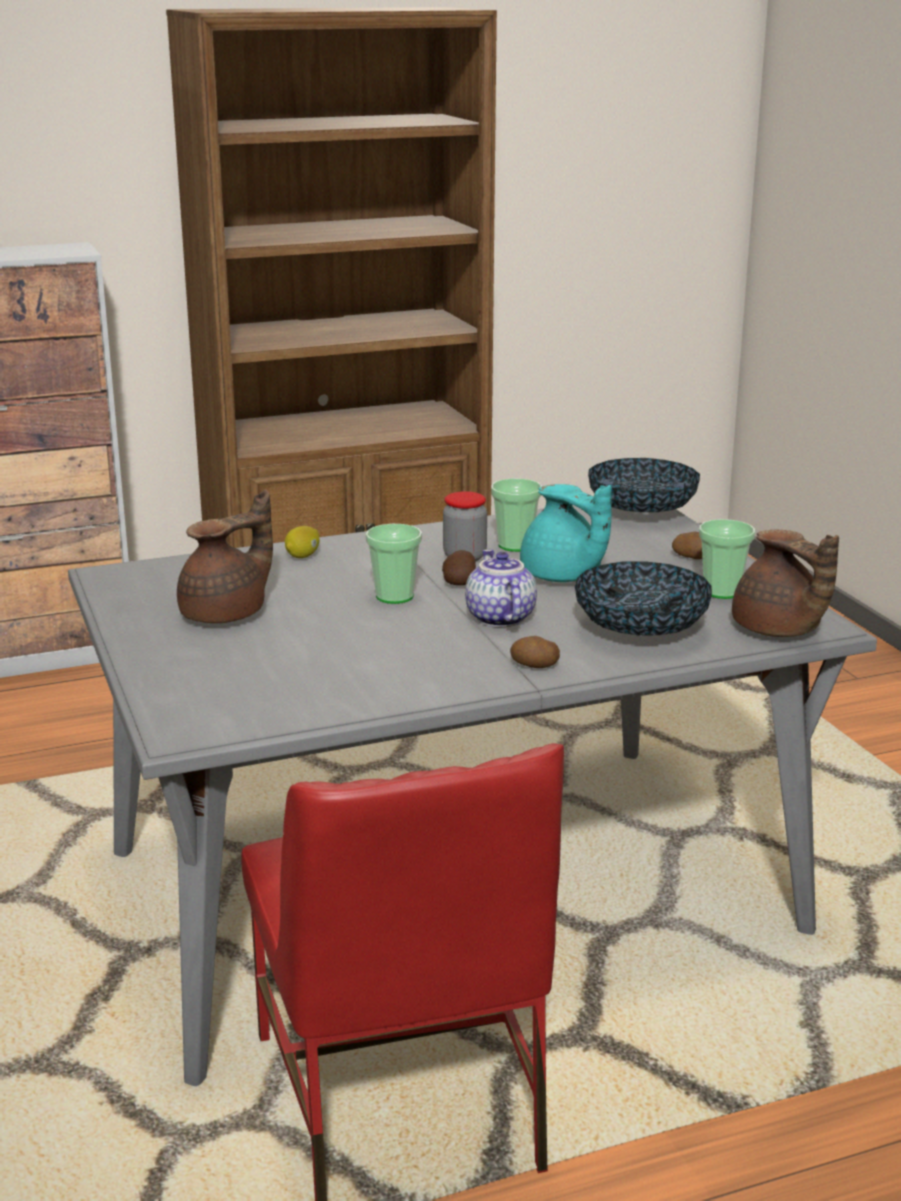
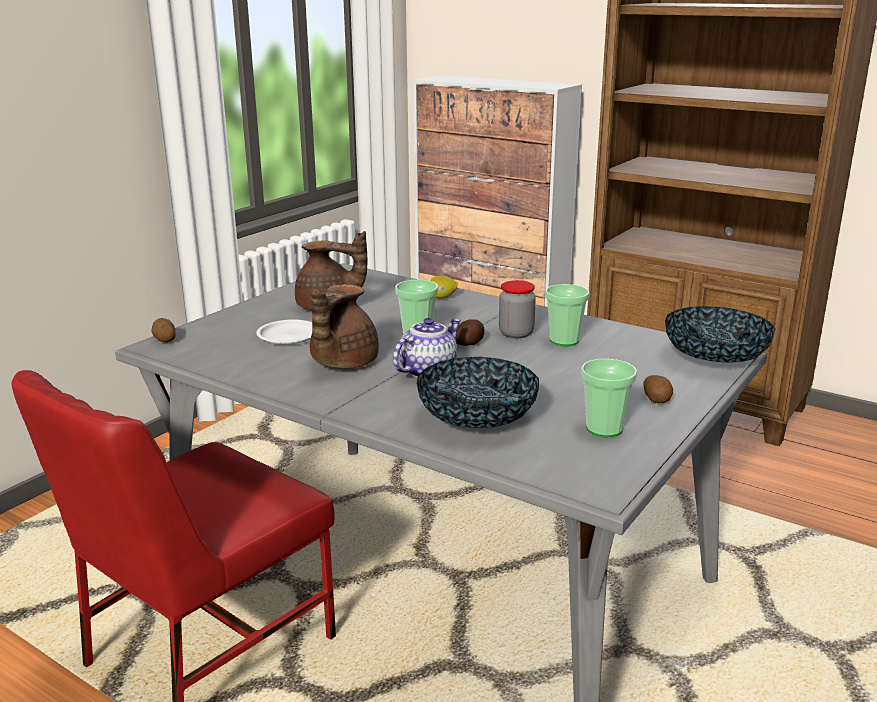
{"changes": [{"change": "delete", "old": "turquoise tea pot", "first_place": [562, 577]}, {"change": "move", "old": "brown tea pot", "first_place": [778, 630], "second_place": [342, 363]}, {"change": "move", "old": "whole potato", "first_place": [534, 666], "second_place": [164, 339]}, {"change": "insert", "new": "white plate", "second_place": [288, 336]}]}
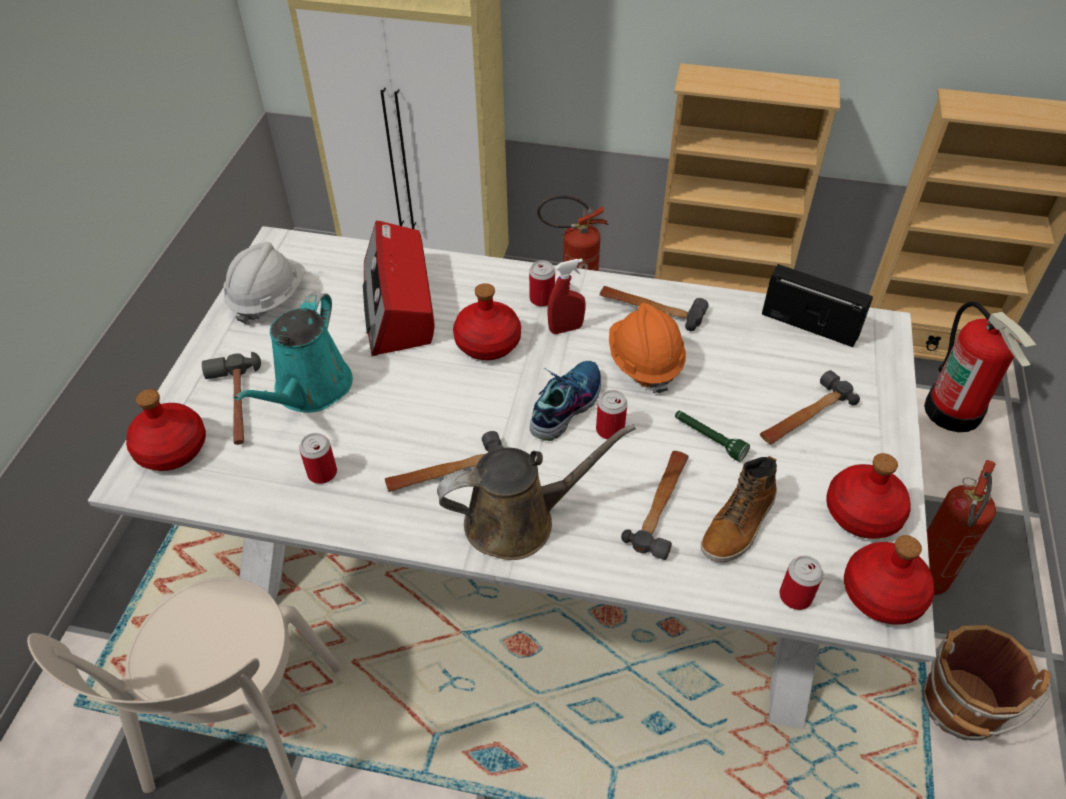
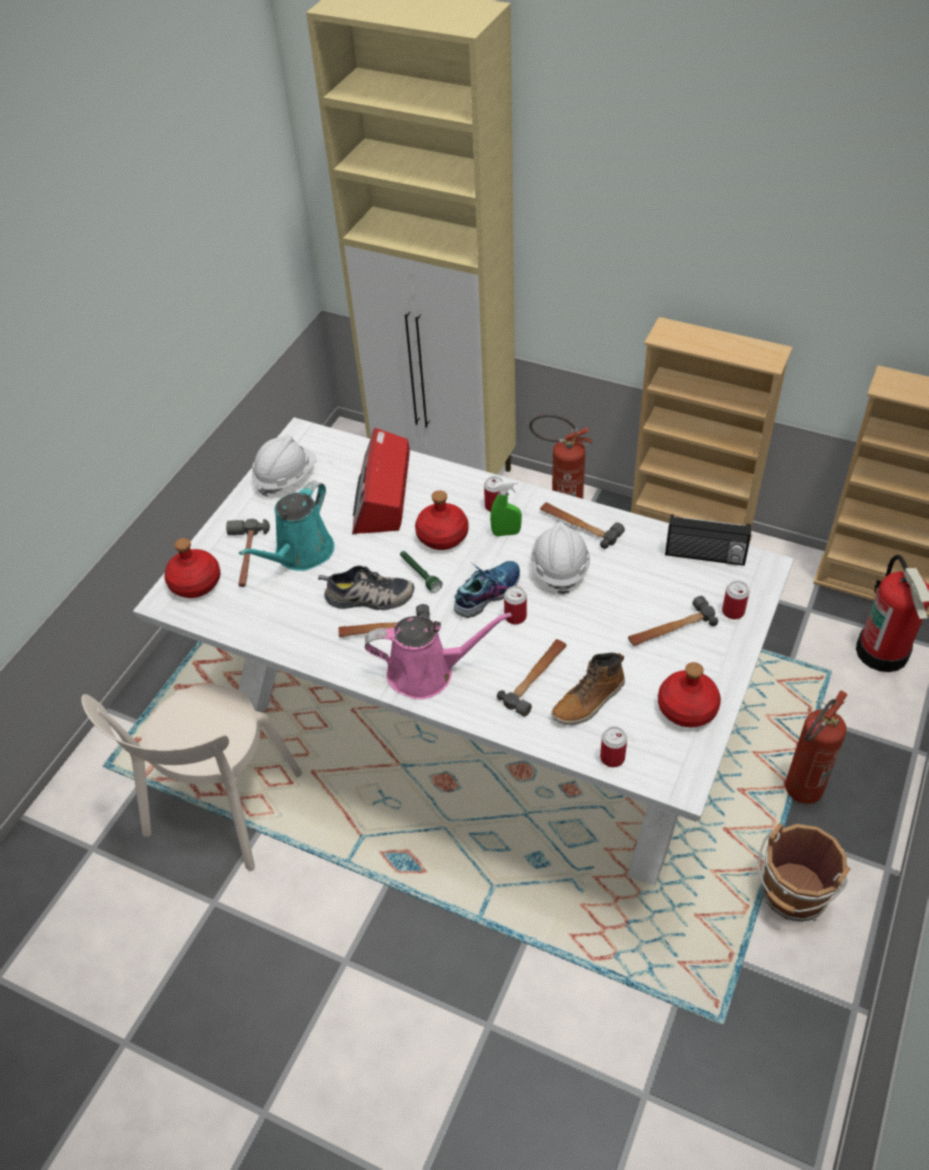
{"changes": [{"change": "recolor", "old": "reddish spray bottle", "new": "greenish spray bottle", "first_place": [566, 329], "second_place": [506, 533]}, {"change": "rotate", "old": "radio receiver", "first_place": [810, 324], "second_place": [704, 556], "degrees": 150}, {"change": "recolor", "old": "orange hard hat", "new": "white hard hat", "first_place": [644, 362], "second_place": [559, 568]}, {"change": "move", "old": "greenish torch", "first_place": [708, 439], "second_place": [419, 574]}, {"change": "recolor", "old": "brown watering pot", "new": "pink watering pot", "first_place": [518, 520], "second_place": [427, 672]}, {"change": "move", "old": "can", "first_place": [322, 473], "second_place": [733, 611]}, {"change": "delete", "old": "reddish beverage bottle", "first_place": [882, 593]}, {"change": "insert", "new": "low shoe", "second_place": [368, 598]}]}
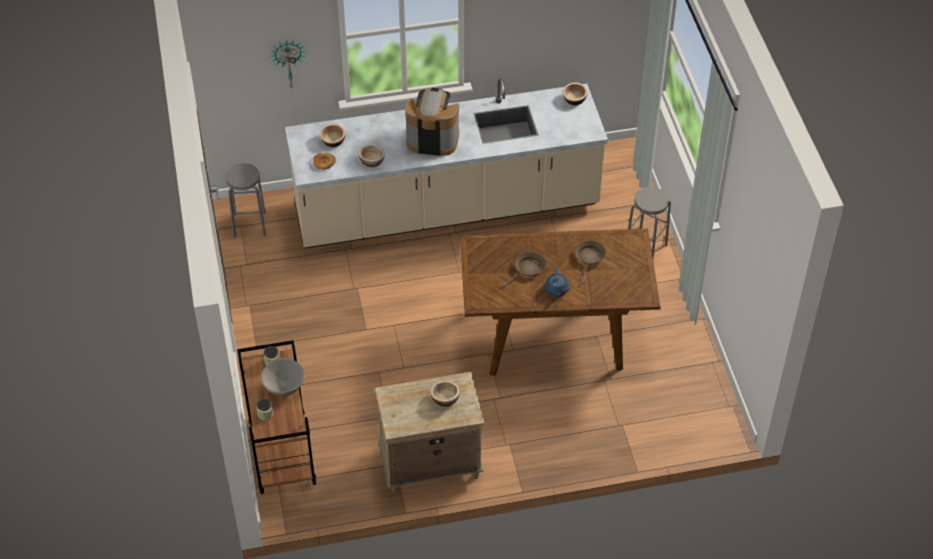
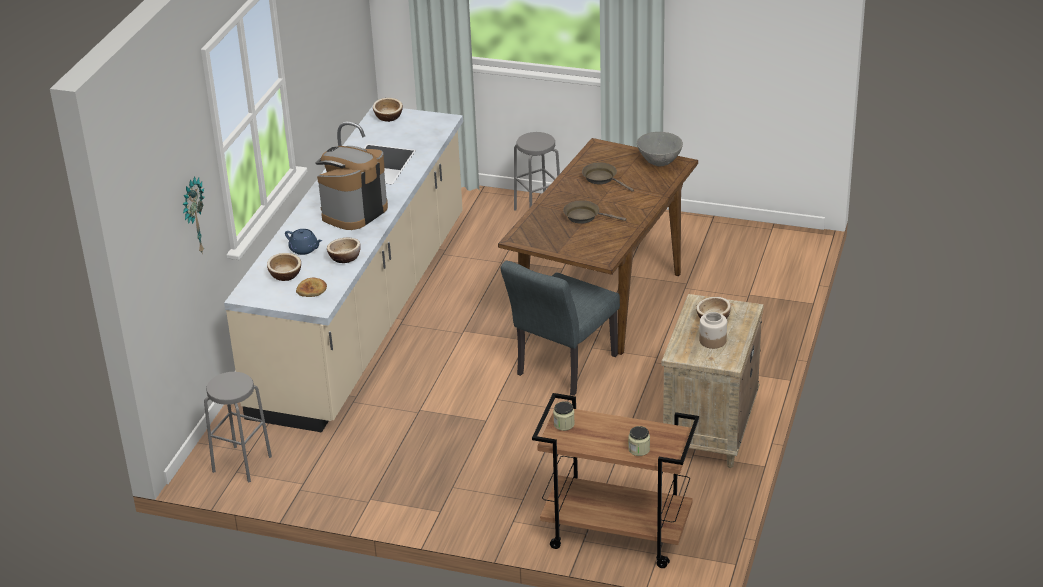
{"changes": [{"change": "rotate", "old": "brown skillet", "first_place": [528, 269], "second_place": [585, 216], "degrees": -60}, {"change": "move", "old": "blue-coloured tea pot", "first_place": [556, 290], "second_place": [304, 249]}, {"change": "move", "old": "greyish bowl", "first_place": [284, 388], "second_place": [659, 162]}, {"change": "insert", "new": "greyish plain chair", "second_place": [562, 369]}, {"change": "insert", "new": "storage jar", "second_place": [712, 341]}]}
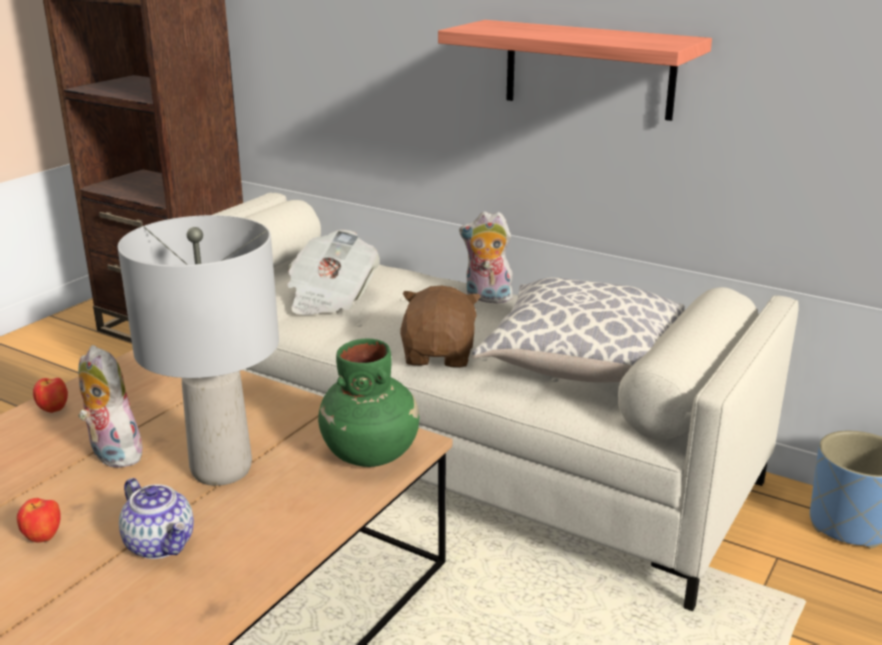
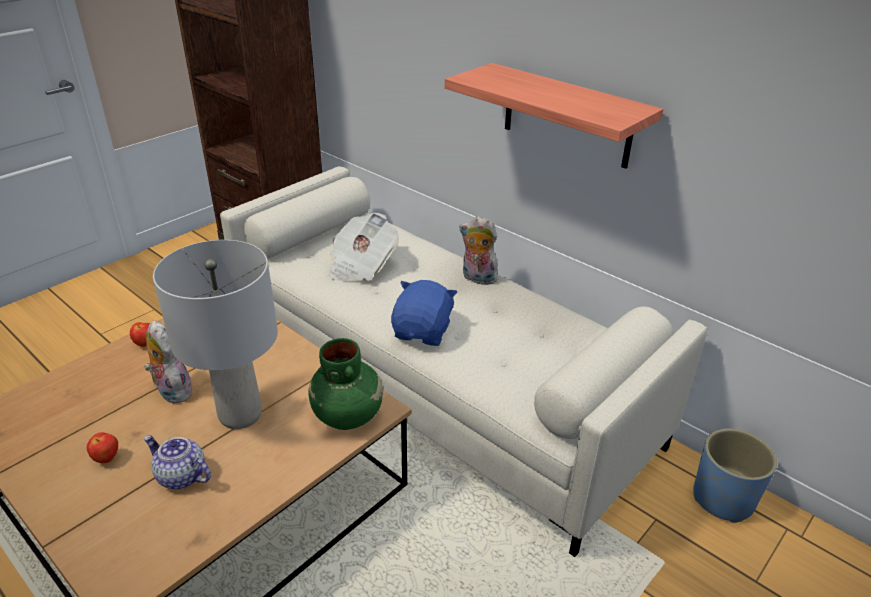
{"changes": [{"change": "delete", "old": "pillow", "first_place": [581, 364]}, {"change": "recolor", "old": "brown plush toy", "new": "blue-coloured plush toy", "first_place": [439, 355], "second_place": [423, 332]}, {"change": "rotate", "old": "tea pot", "first_place": [161, 544], "second_place": [181, 476], "degrees": 150}]}
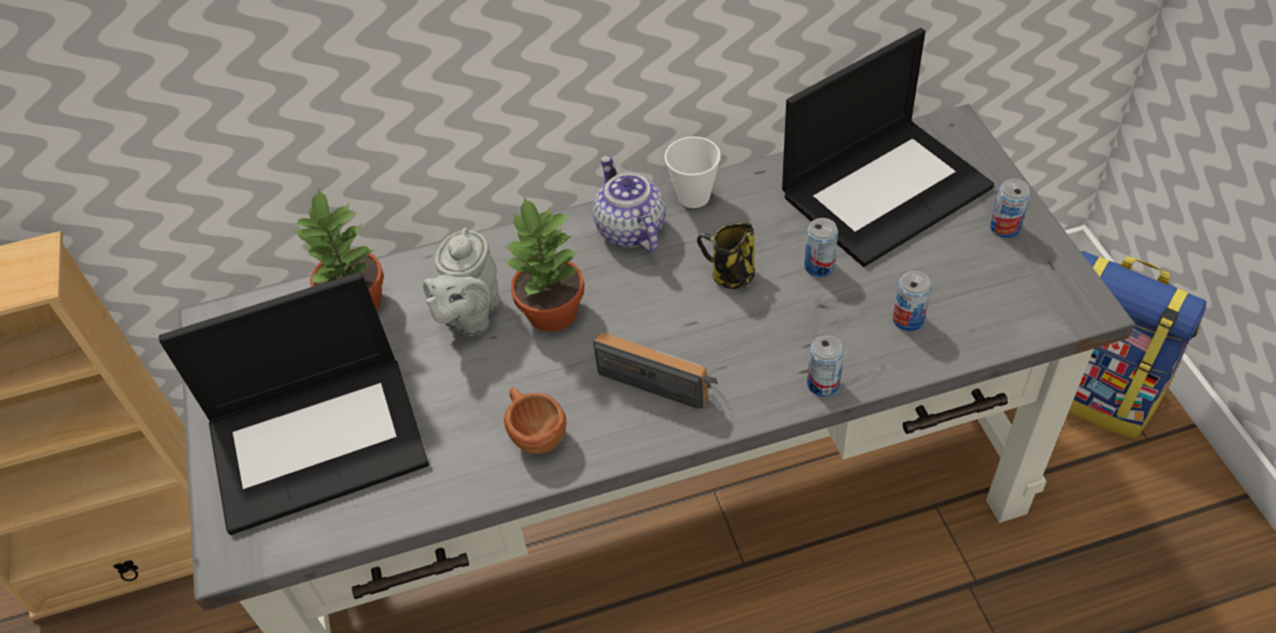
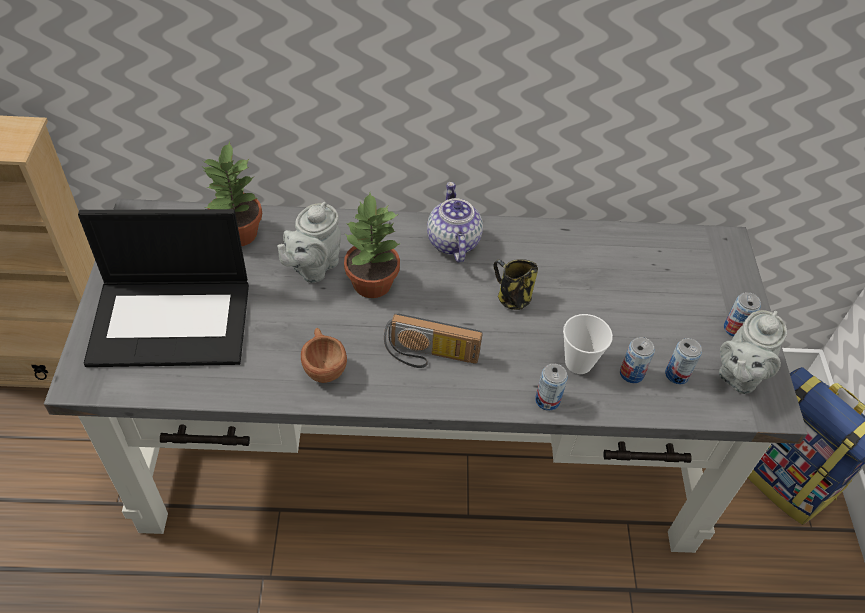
{"changes": [{"change": "delete", "old": "laptop", "first_place": [886, 189]}, {"change": "move", "old": "small cup", "first_place": [694, 197], "second_place": [578, 363]}, {"change": "move", "old": "can", "first_place": [819, 266], "second_place": [677, 374]}, {"change": "rotate", "old": "radio receiver", "first_place": [660, 378], "second_place": [429, 356], "degrees": 150}, {"change": "insert", "new": "greyish tea pot", "second_place": [738, 375]}]}
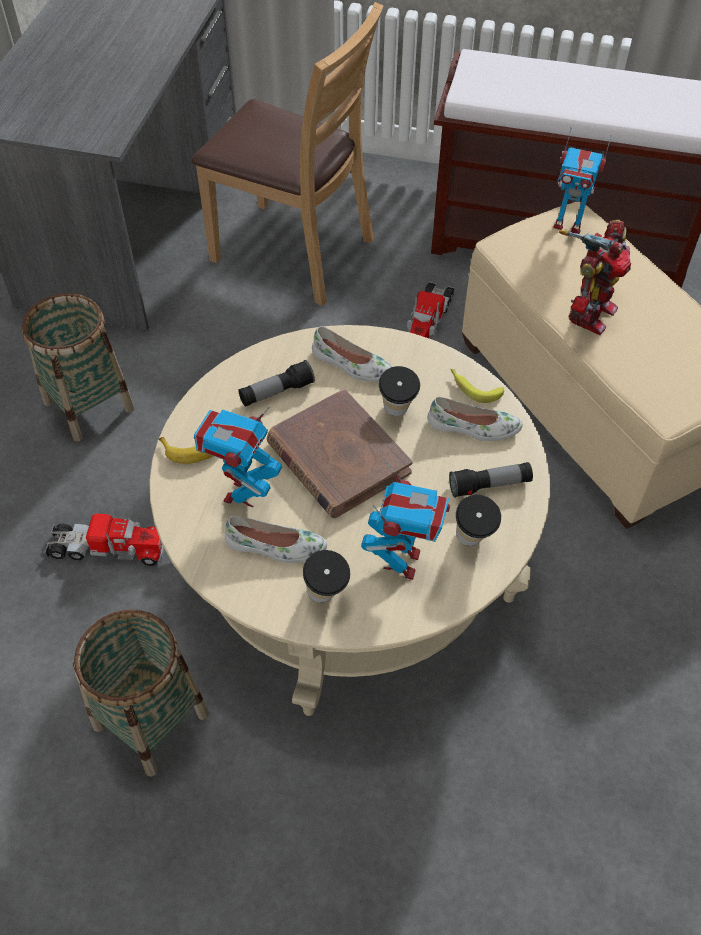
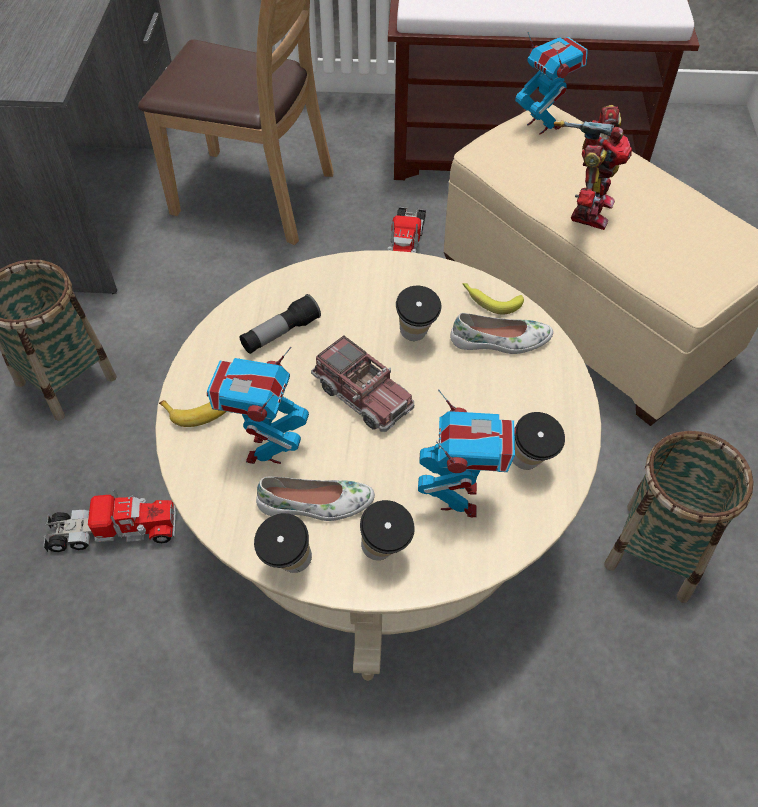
{"changes": [{"change": "rotate", "old": "model robot", "first_place": [568, 224], "second_place": [542, 125], "degrees": -135}, {"change": "delete", "old": "white low shoe", "first_place": [352, 365]}, {"change": "replace", "old": "brown bound book", "new": "model truck", "first_place": [337, 458], "second_place": [363, 395]}, {"change": "delete", "old": "torch", "first_place": [489, 486]}, {"change": "move", "old": "household basket", "first_place": [151, 720], "second_place": [657, 551]}, {"change": "insert", "new": "small cup", "second_place": [288, 567]}]}
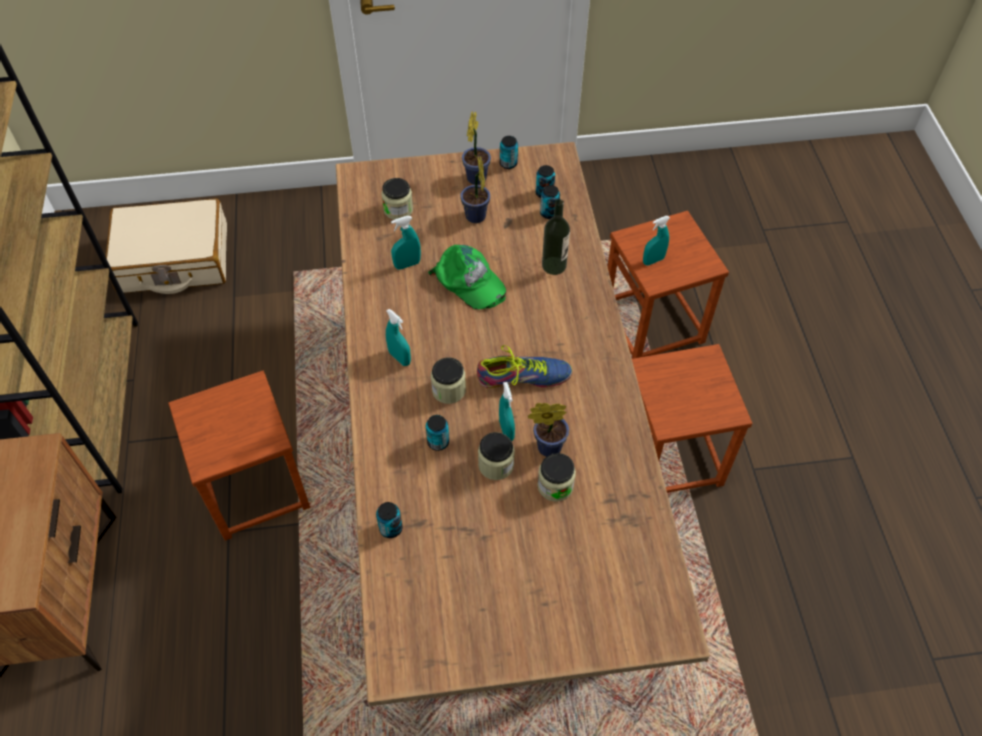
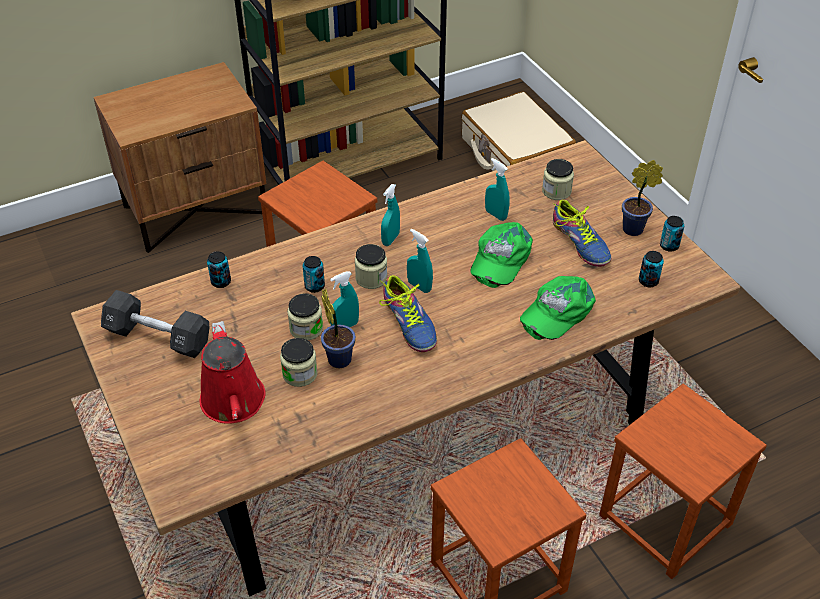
{"changes": [{"change": "replace", "old": "houseplant", "new": "low shoe", "first_place": [476, 218], "second_place": [580, 242]}, {"change": "delete", "old": "can", "first_place": [549, 213]}, {"change": "replace", "old": "beverage bottle", "new": "greenish peaked cap", "first_place": [554, 265], "second_place": [556, 311]}, {"change": "move", "old": "turquoise spray bottle", "first_place": [653, 260], "second_place": [419, 286]}, {"change": "insert", "new": "black-coloured hand weight", "second_place": [158, 337]}, {"change": "insert", "new": "reddish watering pot", "second_place": [234, 404]}]}
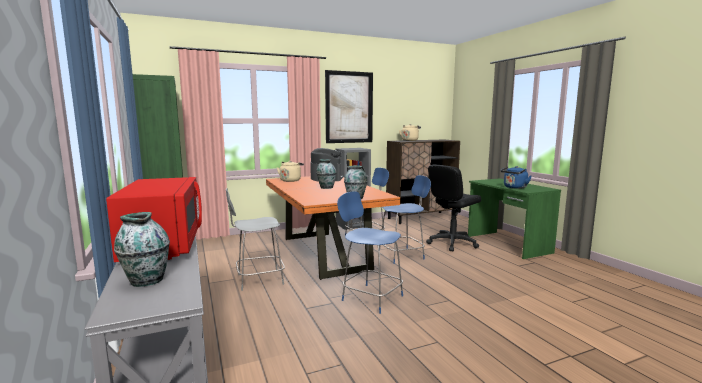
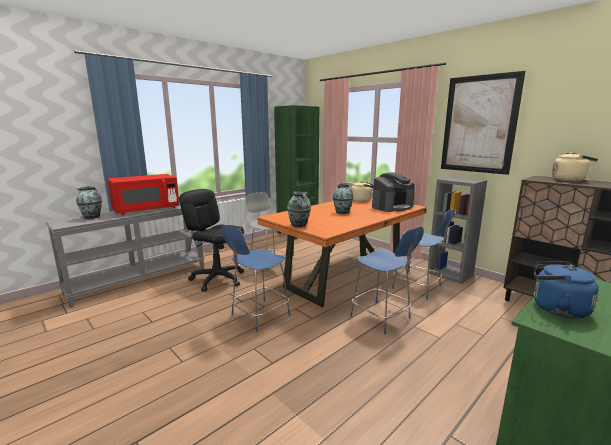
{"changes": [{"change": "move", "old": "black-coloured computer chair", "first_place": [452, 243], "second_place": [218, 279]}, {"change": "rotate", "old": "blue-coloured plain chair", "first_place": [370, 297], "second_place": [258, 316], "degrees": -150}]}
